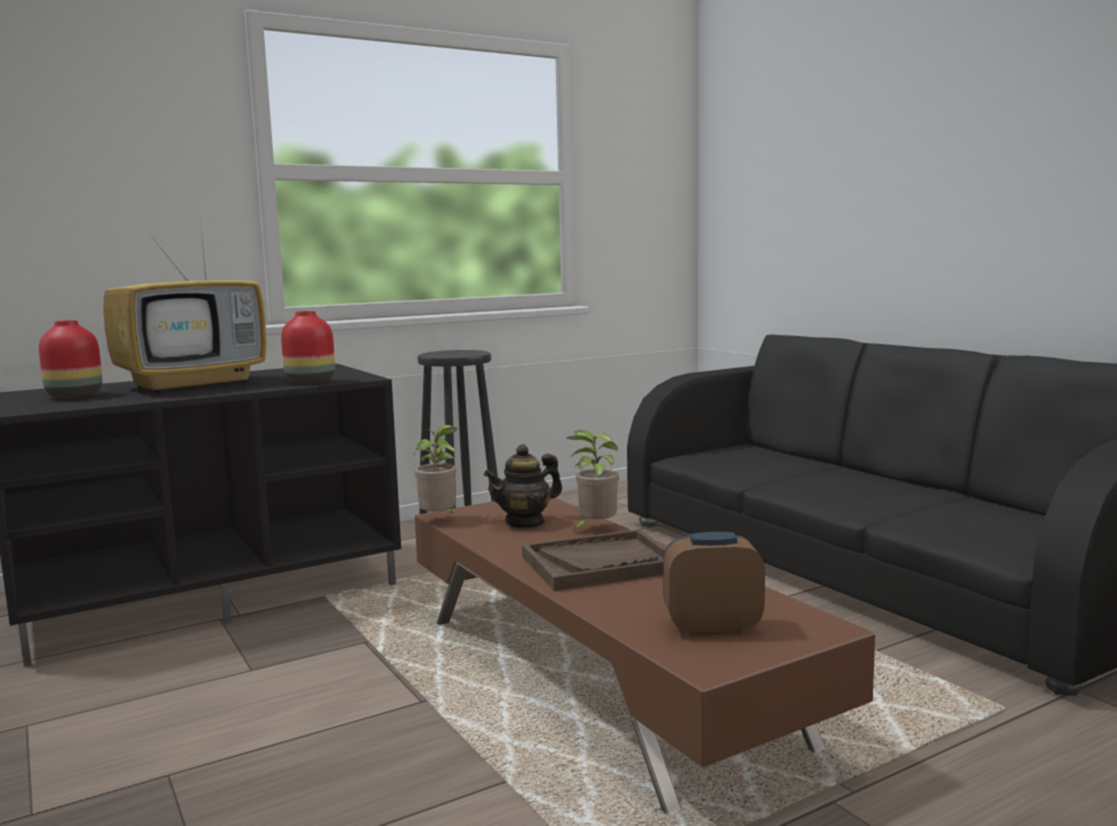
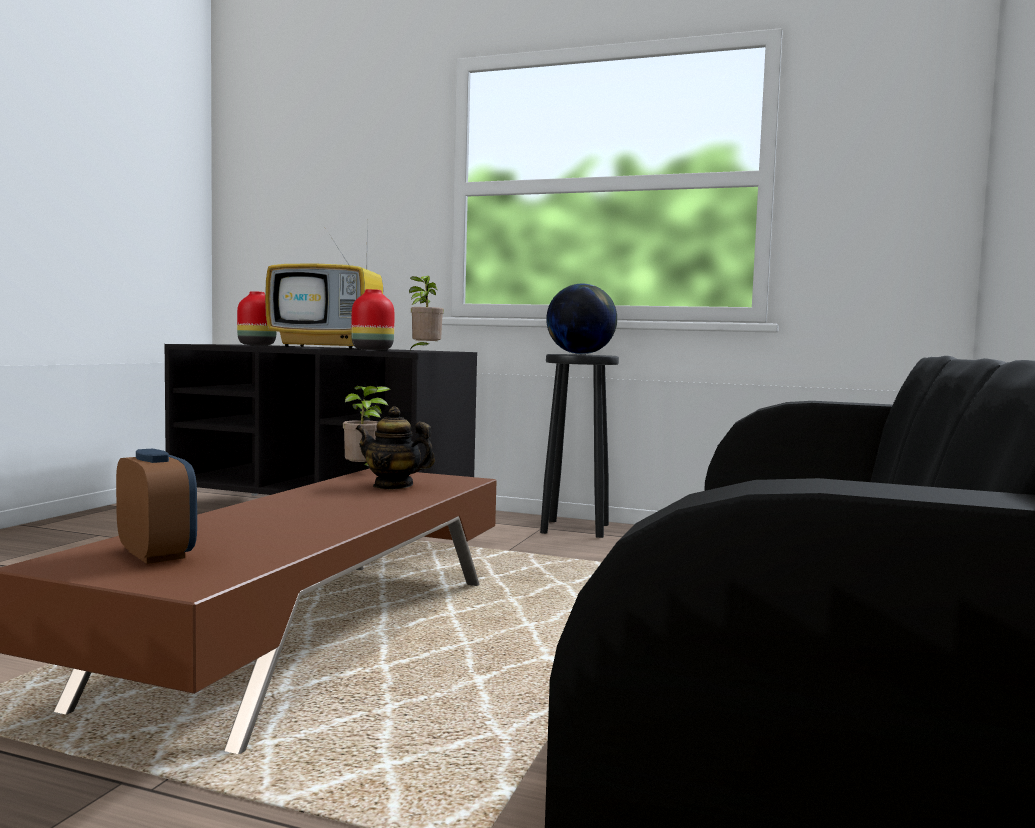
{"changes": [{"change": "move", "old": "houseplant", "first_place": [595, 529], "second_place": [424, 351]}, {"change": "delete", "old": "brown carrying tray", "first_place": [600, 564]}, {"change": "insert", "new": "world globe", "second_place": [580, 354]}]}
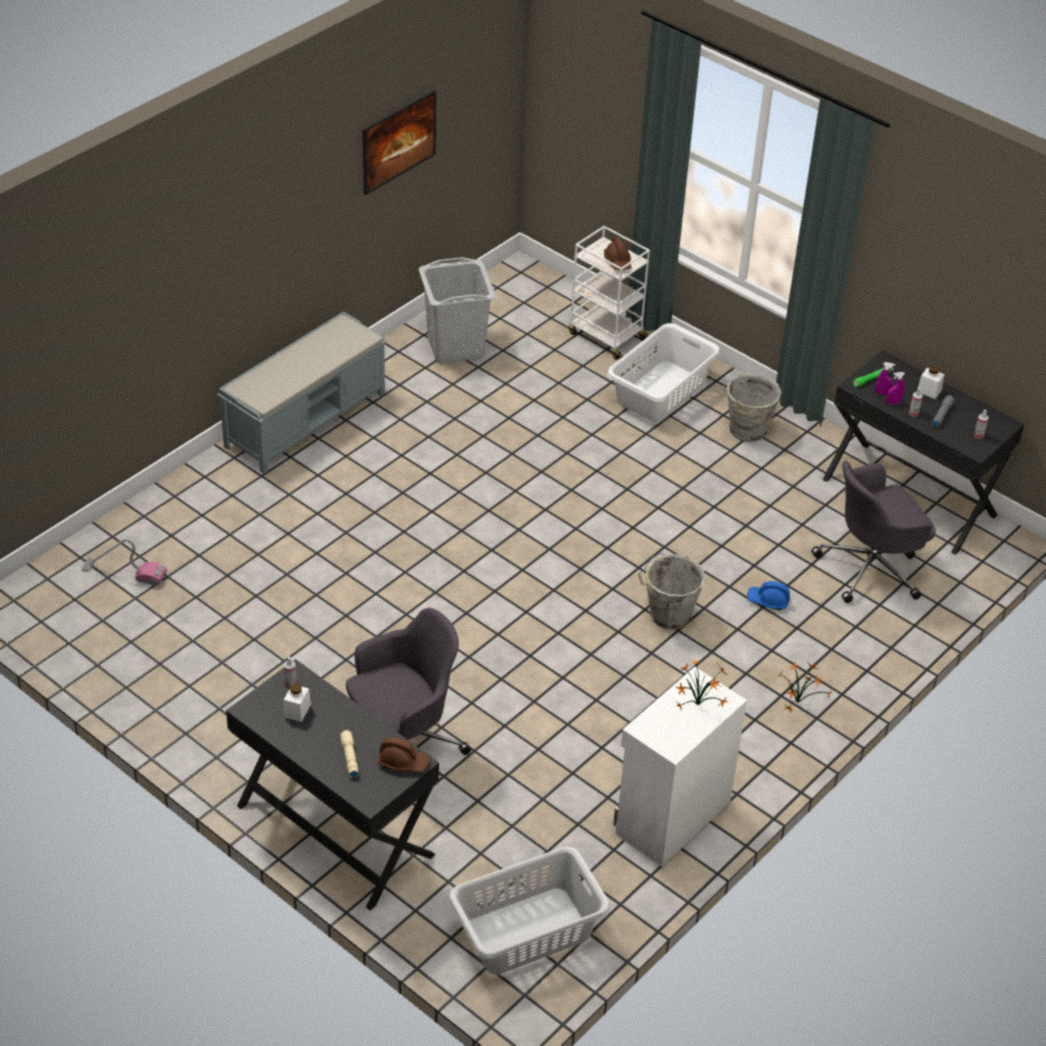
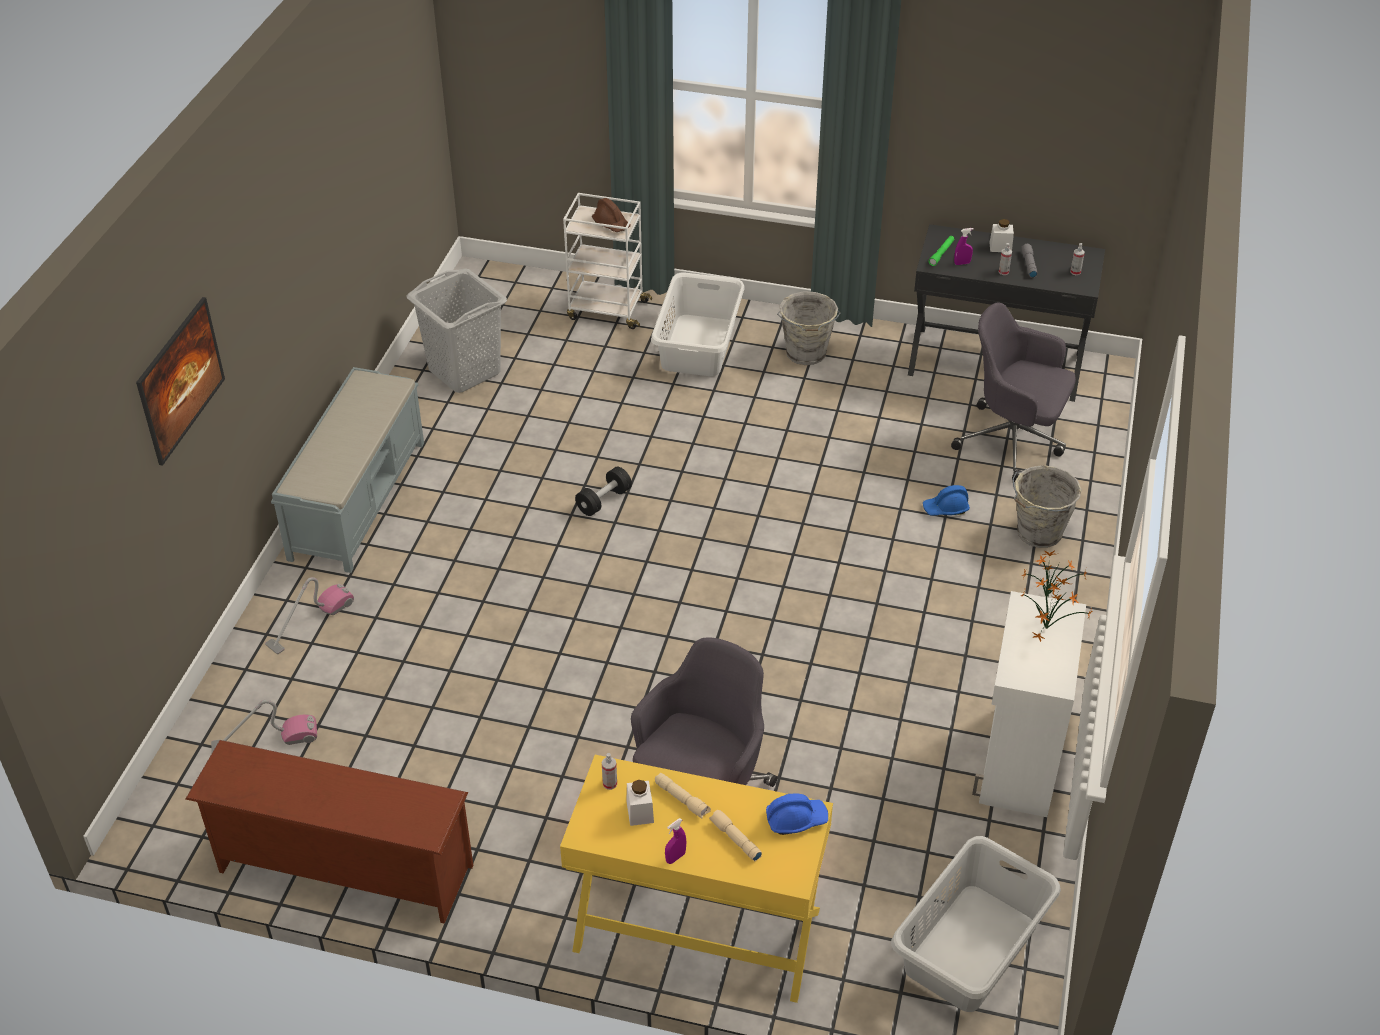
{"changes": [{"change": "move", "old": "wall picture", "first_place": [399, 157], "second_place": [186, 400]}, {"change": "move", "old": "purple-coloured spray bottle", "first_place": [893, 403], "second_place": [675, 857]}, {"change": "rotate", "old": "greyish computer chair", "first_place": [871, 568], "second_place": [1013, 441], "degrees": 75}, {"change": "move", "old": "greyish water bucket", "first_place": [668, 615], "second_place": [1037, 533]}, {"change": "recolor", "old": "black-coloured desk table", "new": "yellowish desk table", "first_place": [334, 830], "second_place": [696, 931]}, {"change": "recolor", "old": "brown hard hat", "new": "blue-coloured hard hat", "first_place": [403, 762], "second_place": [796, 819]}, {"change": "insert", "new": "black-coloured hand weight", "second_place": [604, 500]}, {"change": "insert", "new": "vacuum", "second_place": [310, 622]}, {"change": "insert", "new": "brown shoe shelf", "second_place": [342, 870]}, {"change": "insert", "new": "sand-coloured torch", "second_place": [682, 799]}]}
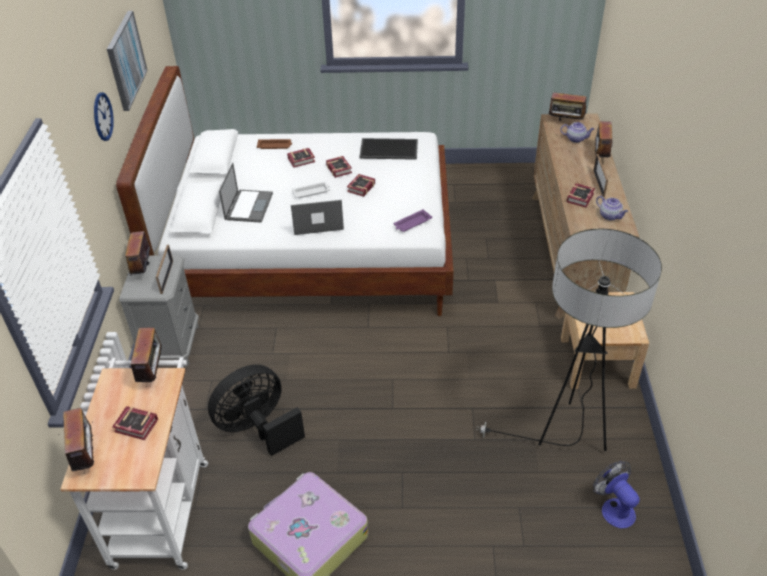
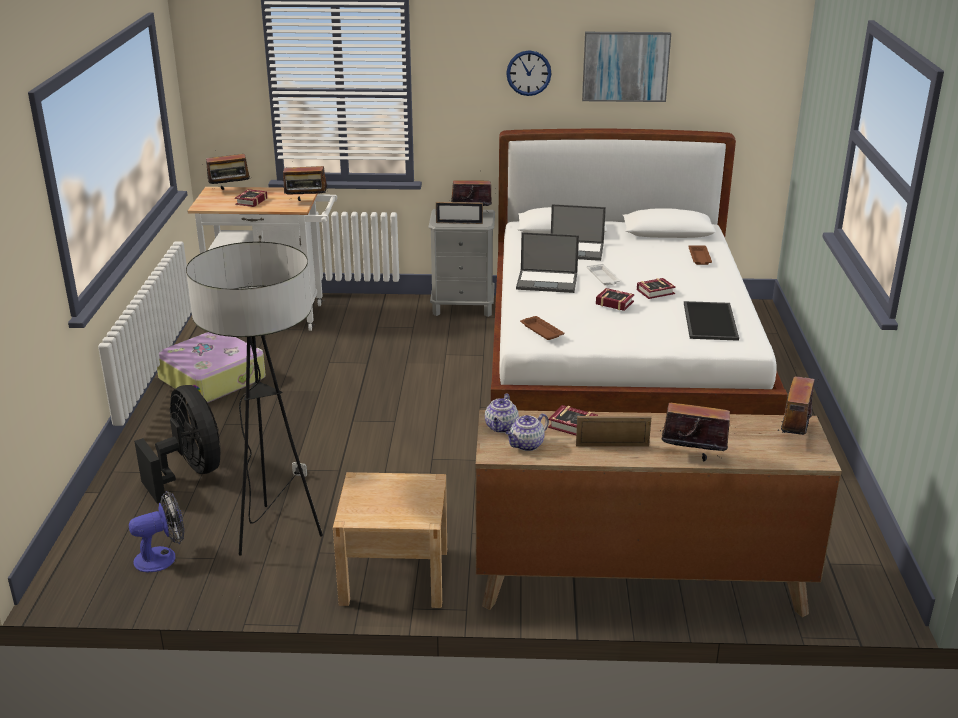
{"changes": [{"change": "move", "old": "tea pot", "first_place": [576, 139], "second_place": [501, 427]}, {"change": "delete", "old": "bound book", "first_place": [302, 160]}, {"change": "rotate", "old": "laptop", "first_place": [316, 221], "second_place": [548, 281], "degrees": 105}, {"change": "recolor", "old": "purple-coloured carrying tray", "new": "brown carrying tray", "first_place": [412, 223], "second_place": [541, 330]}, {"change": "move", "old": "black-coloured electric fan", "first_place": [258, 428], "second_place": [190, 473]}]}
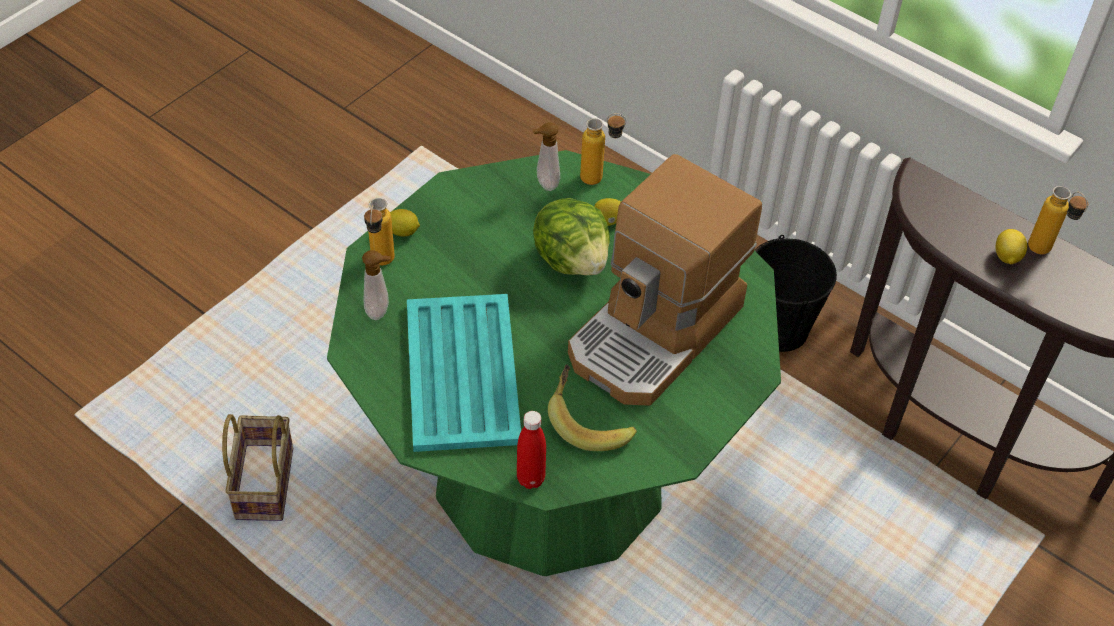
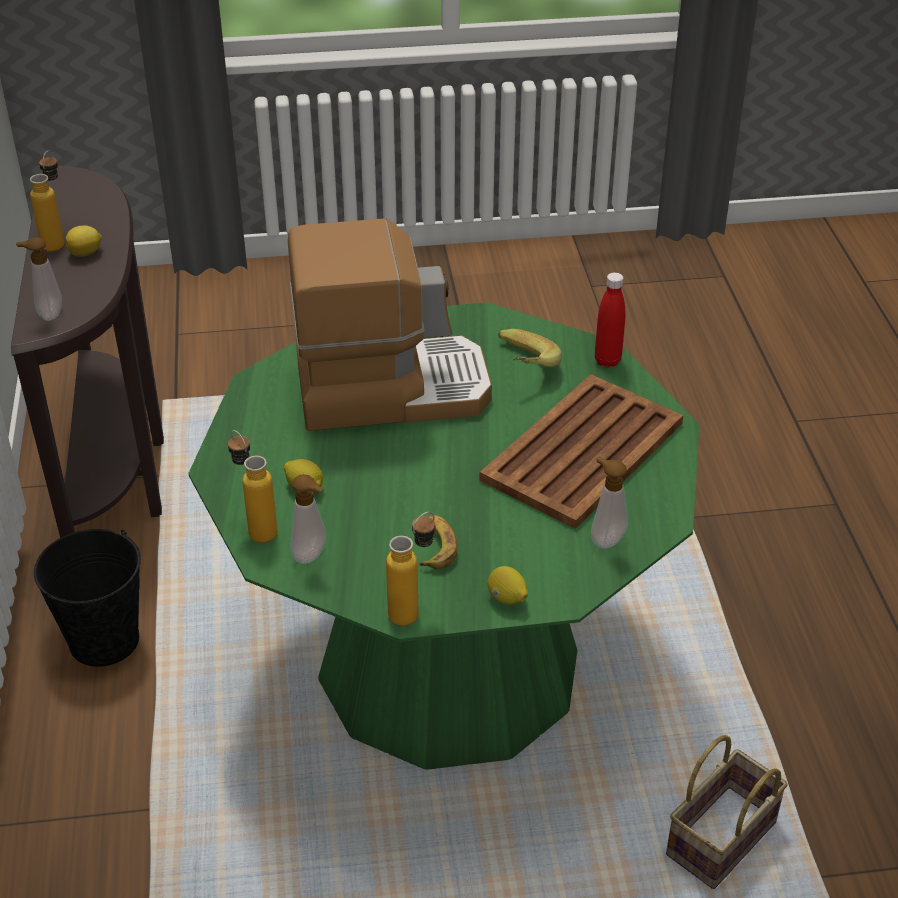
{"changes": [{"change": "move", "old": "beverage bottle", "first_place": [381, 265], "second_place": [413, 610]}, {"change": "delete", "old": "lettuce head", "first_place": [572, 259]}, {"change": "recolor", "old": "turquoise carrying tray", "new": "brown carrying tray", "first_place": [462, 374], "second_place": [584, 450]}, {"change": "insert", "new": "liquid soap bottle", "second_place": [48, 314]}, {"change": "insert", "new": "whole banana", "second_place": [436, 546]}]}
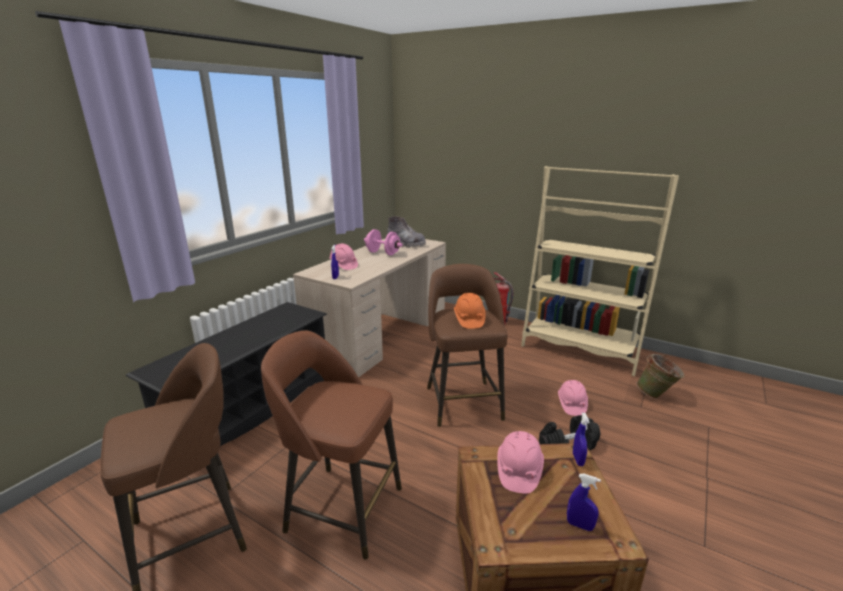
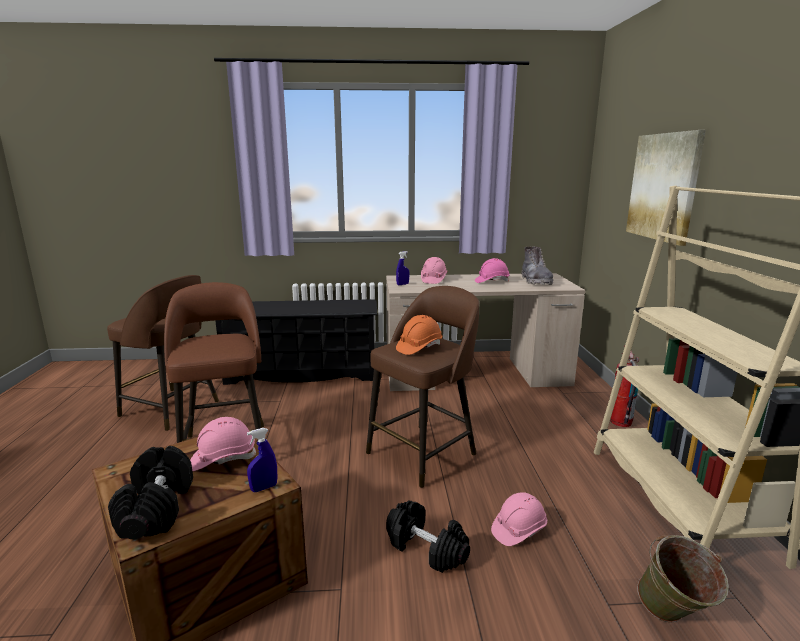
{"changes": [{"change": "replace", "old": "pink hand weight", "new": "pink hard hat", "first_place": [383, 253], "second_place": [491, 281]}, {"change": "replace", "old": "blue-coloured spray bottle", "new": "black-coloured hand weight", "first_place": [579, 525], "second_place": [156, 508]}, {"change": "insert", "new": "wall picture", "second_place": [663, 187]}]}
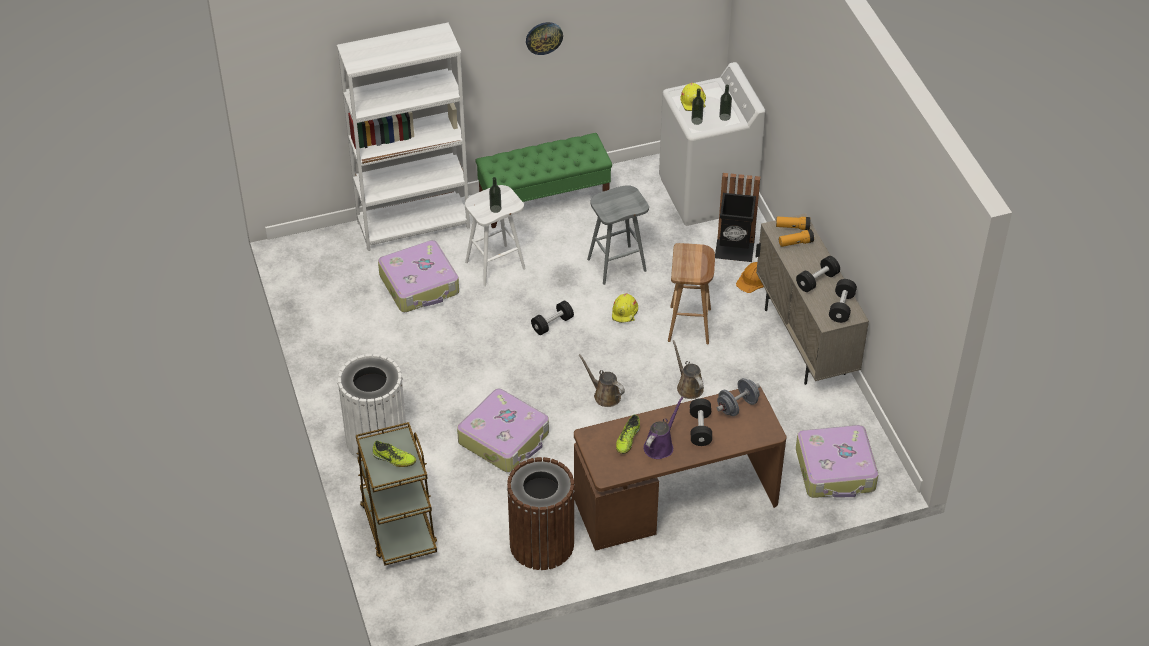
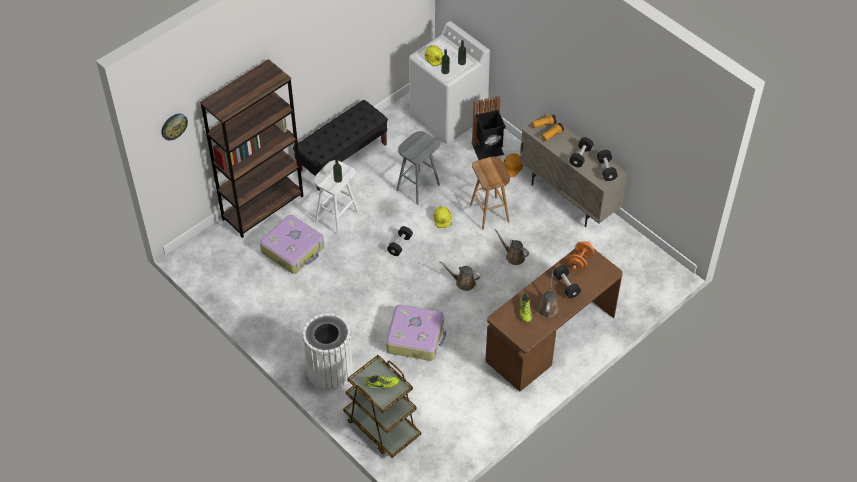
{"changes": [{"change": "move", "old": "clock on the wall", "first_place": [544, 37], "second_place": [173, 126]}, {"change": "recolor", "old": "white shelving unit", "new": "brown shelving unit", "first_place": [414, 224], "second_place": [263, 207]}, {"change": "recolor", "old": "greenish indoor bench", "new": "black-coloured indoor bench", "first_place": [544, 200], "second_place": [342, 158]}, {"change": "recolor", "old": "greyish hand weight", "new": "orange hand weight", "first_place": [737, 406], "second_place": [580, 261]}, {"change": "recolor", "old": "purple-coloured watering pot", "new": "brown watering pot", "first_place": [660, 445], "second_place": [548, 307]}, {"change": "delete", "old": "travel case", "first_place": [836, 470]}, {"change": "delete", "old": "brown trash can", "first_place": [541, 544]}]}
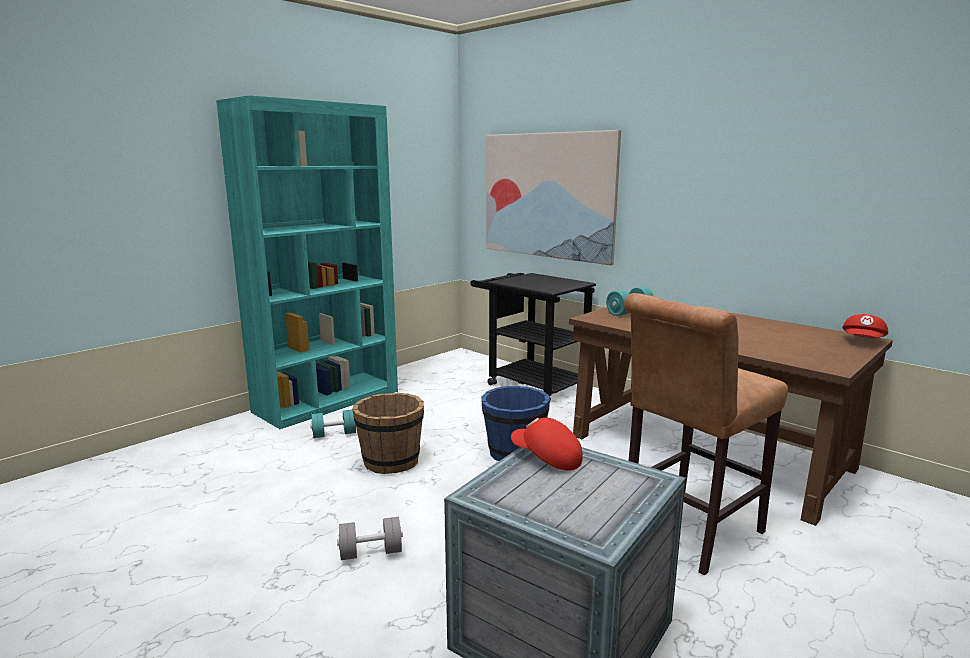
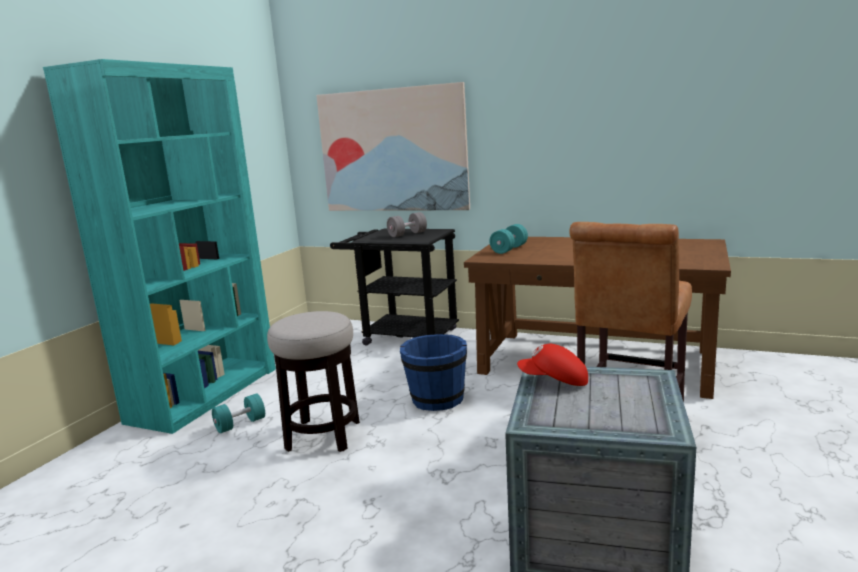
{"changes": [{"change": "delete", "old": "reddish peaked cap", "first_place": [863, 341]}, {"change": "replace", "old": "brown water bucket", "new": "sitting stool", "first_place": [391, 461], "second_place": [323, 435]}, {"change": "move", "old": "greyish hand weight", "first_place": [371, 552], "second_place": [407, 234]}]}
